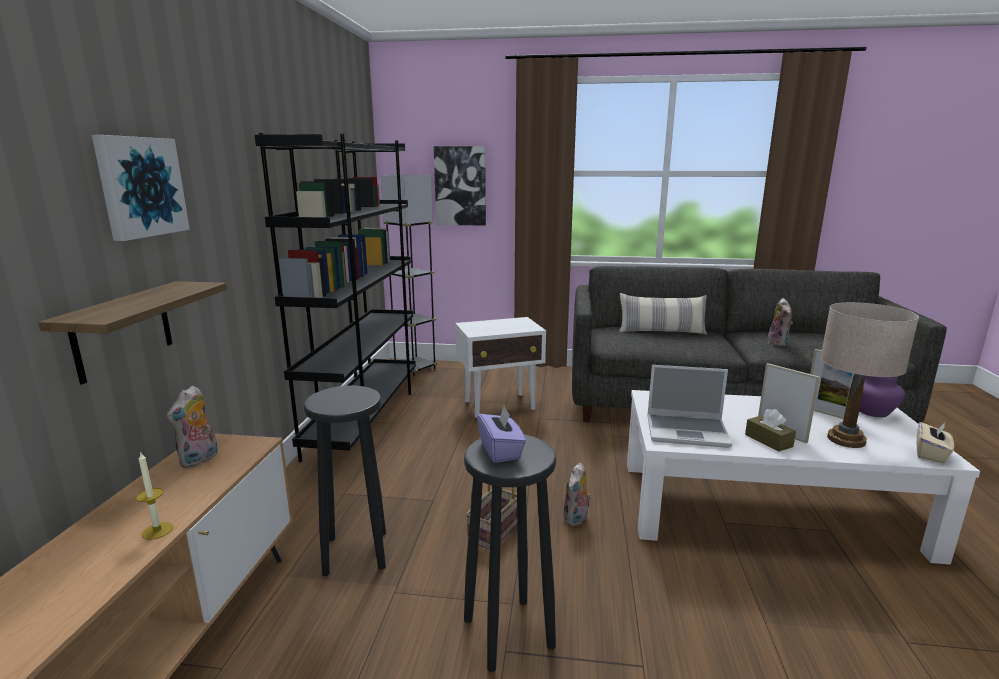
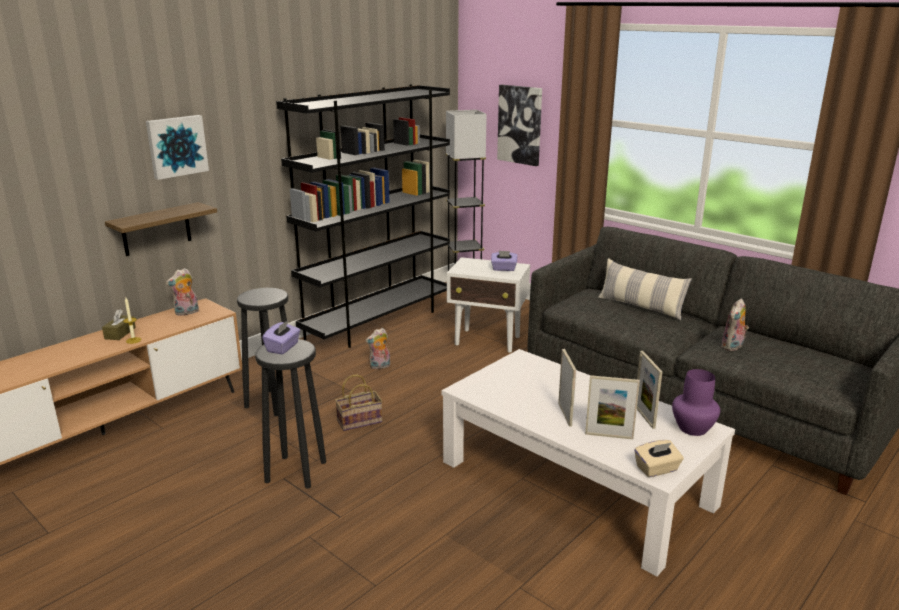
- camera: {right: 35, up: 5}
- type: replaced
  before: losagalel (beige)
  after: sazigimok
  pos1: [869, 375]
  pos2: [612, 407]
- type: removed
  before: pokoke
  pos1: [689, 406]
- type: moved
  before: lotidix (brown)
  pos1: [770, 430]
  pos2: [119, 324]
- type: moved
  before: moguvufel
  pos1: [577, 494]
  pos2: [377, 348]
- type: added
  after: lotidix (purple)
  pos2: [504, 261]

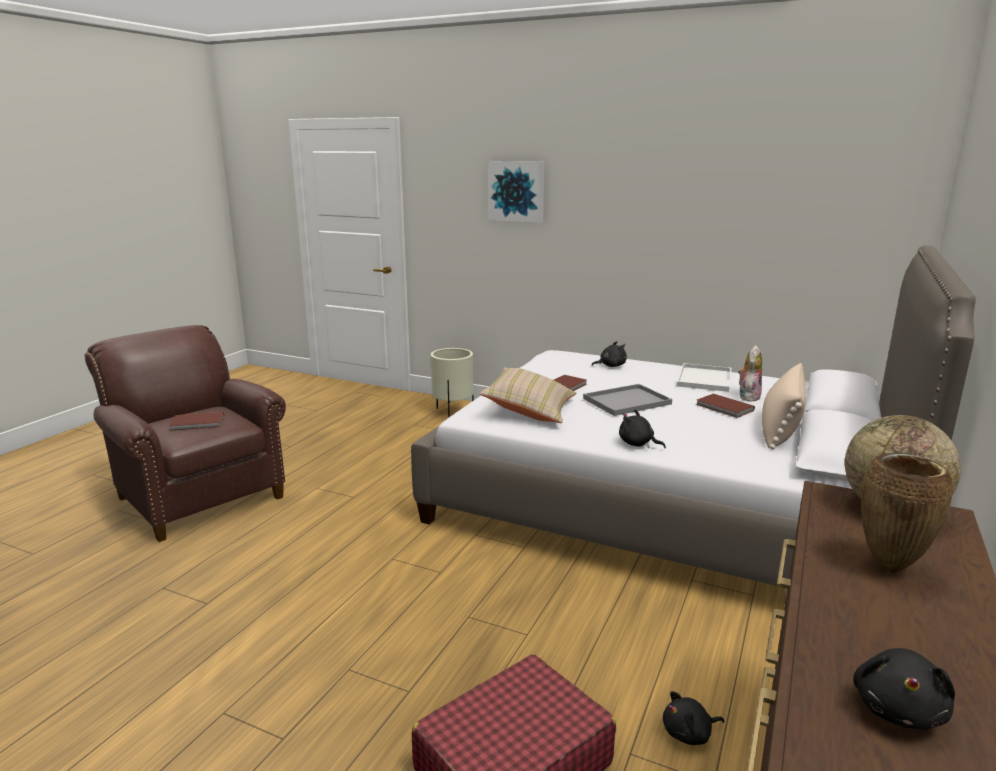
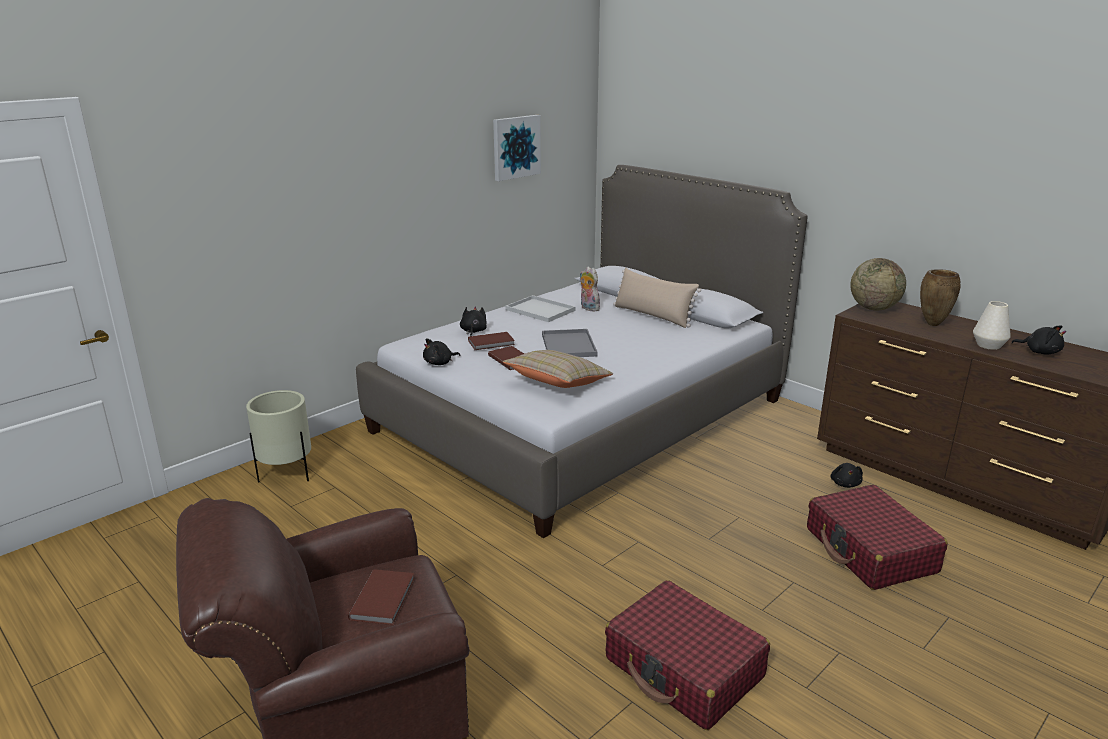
- camera: {right: -70, up: 5}
- type: moved
  before: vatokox
  pos1: [516, 192]
  pos2: [517, 148]
- type: moved
  before: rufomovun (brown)
  pos1: [725, 406]
  pos2: [491, 341]
- type: moved
  before: moguvufel (black)
  pos1: [642, 428]
  pos2: [441, 352]
- type: added
  after: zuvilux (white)
  pos2: [992, 325]
- type: added
  after: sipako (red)
  pos2: [687, 655]

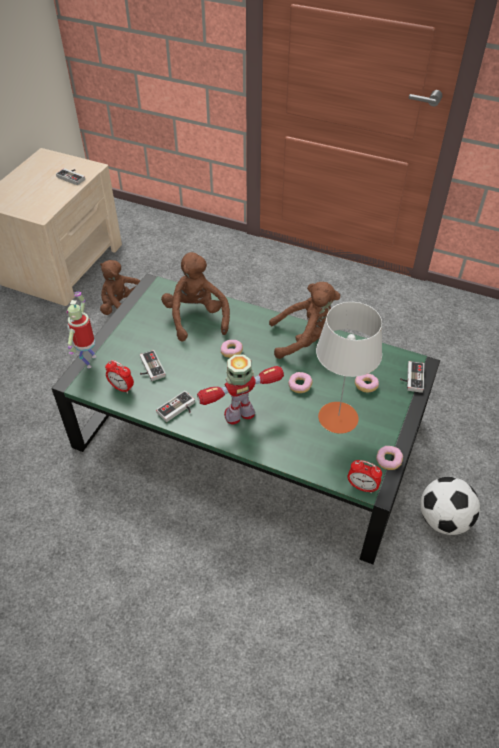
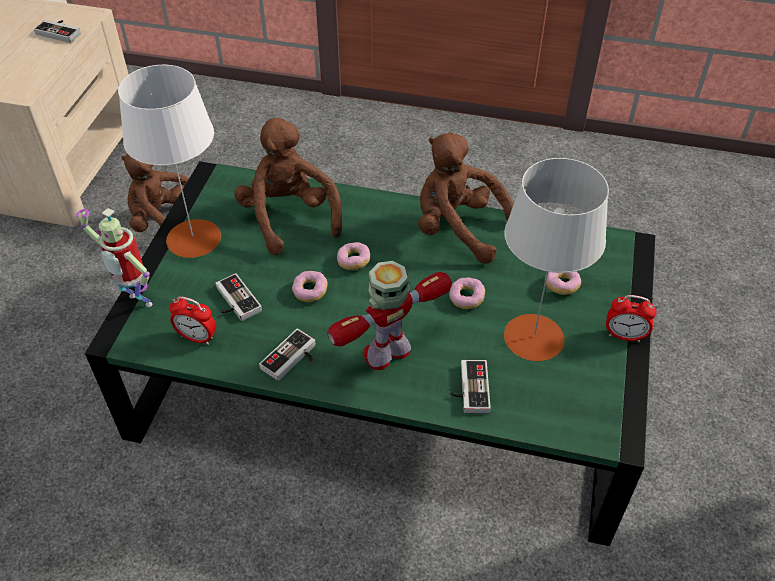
- camera: {right: -10, up: 0}
- type: turned
  before: moguvufel (brown)
  pos1: [304, 320]
  pos2: [466, 198]
  turn: -135
- type: turned
  before: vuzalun
  pos1: [81, 330]
  pos2: [114, 257]
  turn: -60
- type: moved
  before: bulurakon
  pos1: [412, 377]
  pos2: [470, 386]
- type: moved
  before: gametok
  pos1: [389, 458]
  pos2: [310, 286]
- type: moved
  before: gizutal
  pos1: [364, 476]
  pos2: [631, 318]
- type: removed
  before: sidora
  pos1: [450, 506]
- type: added
  after: losagalel (white)
  pos2: [169, 161]

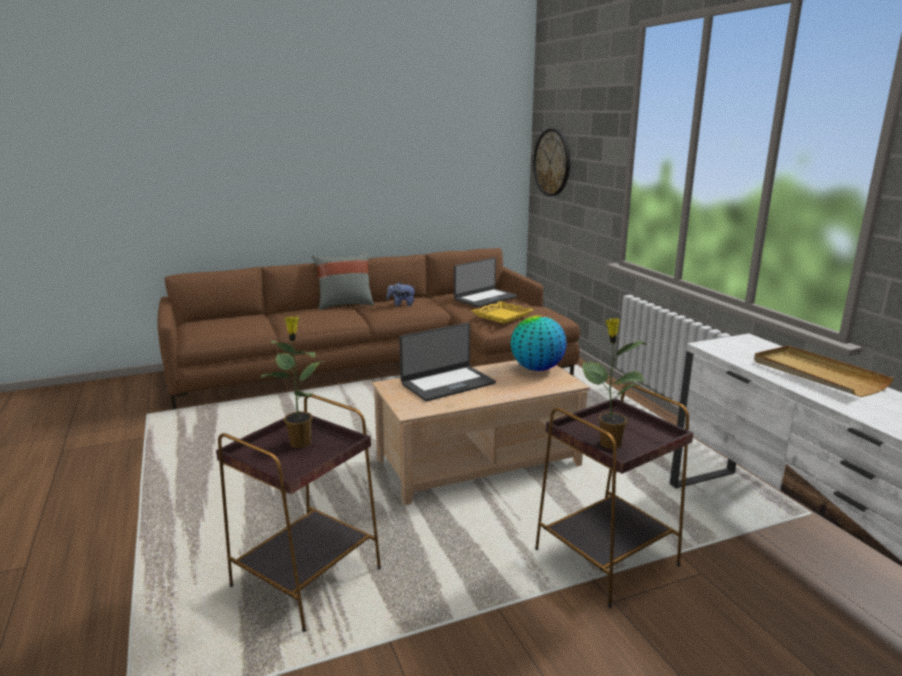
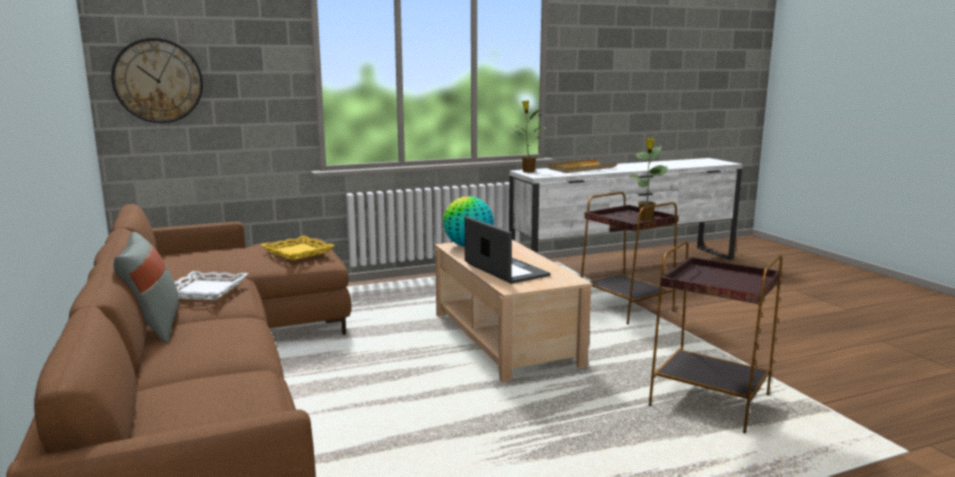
- camera: {right: -90, up: -5}
- type: removed
  before: pokoke
  pos1: [486, 282]
- type: replaced
  before: moguvufel
  after: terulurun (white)
  pos1: [401, 294]
  pos2: [211, 285]
- type: moved
  before: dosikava
  pos1: [293, 382]
  pos2: [527, 136]

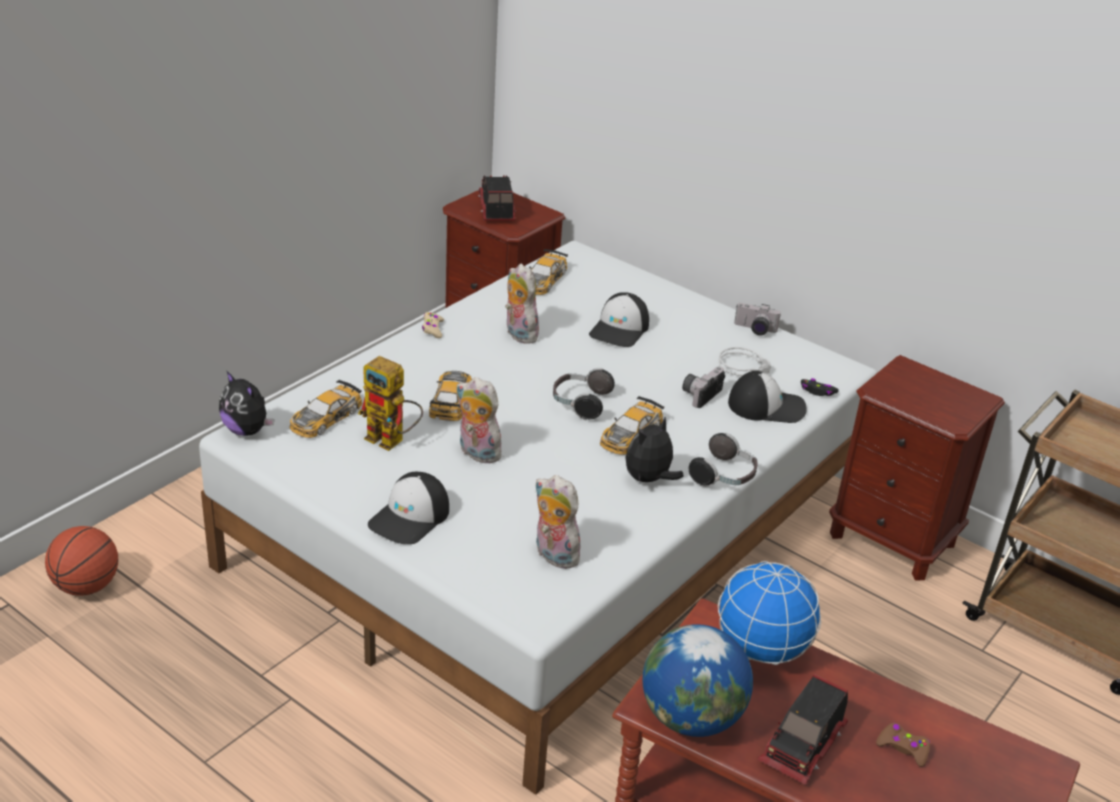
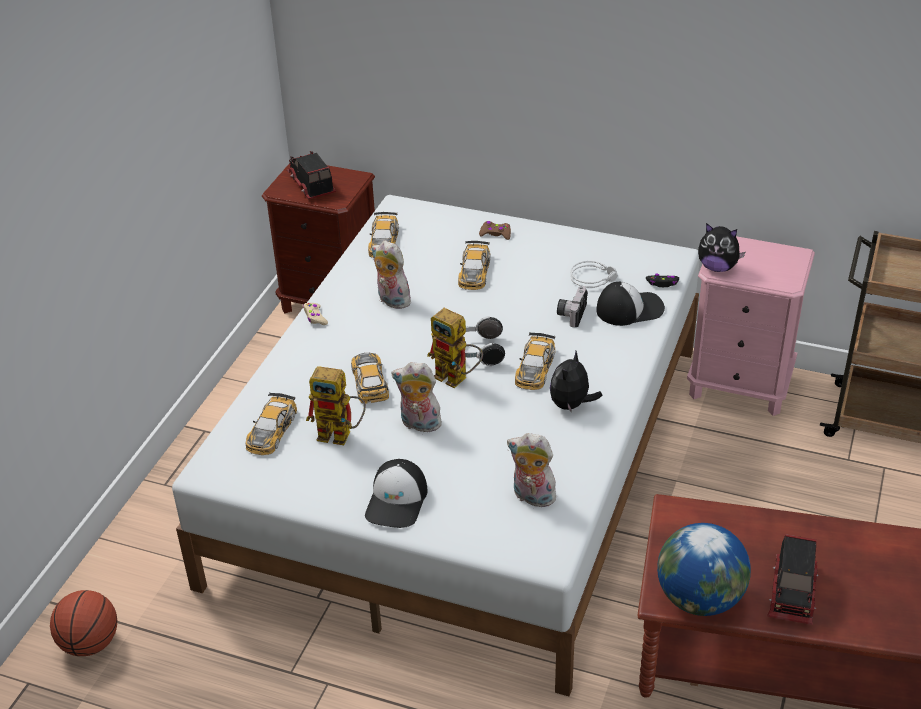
- camera: {right: -15, up: 5}
- type: replaced
  before: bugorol
  after: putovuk
  pos1: [619, 319]
  pos2: [474, 265]
- type: removed
  before: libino
  pos1: [757, 319]
- type: recoloured
  before: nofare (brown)
  after: nofare (pink)
  pos1: [917, 468]
  pos2: [751, 326]
- type: moved
  before: moguvufel
  pos1: [246, 403]
  pos2: [721, 247]
- type: removed
  before: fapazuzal
  pos1: [723, 460]
- type: removed
  before: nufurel
  pos1: [769, 613]
- type: moved
  before: bulurakon (brown)
  pos1: [903, 745]
  pos2: [495, 230]
- type: added
  after: vuzalun
  pos2: [455, 348]

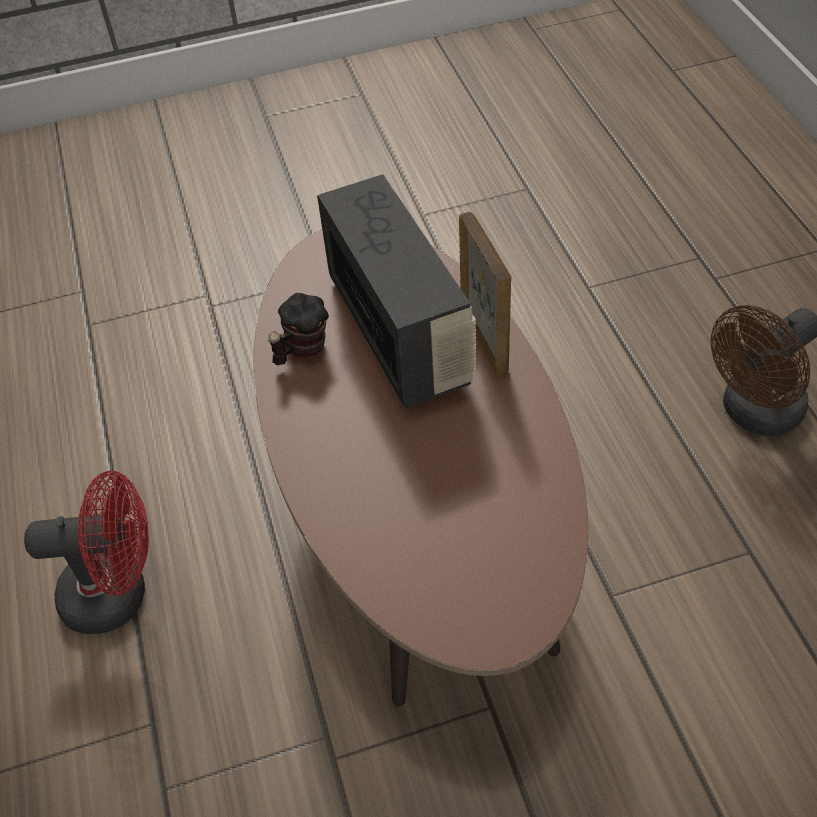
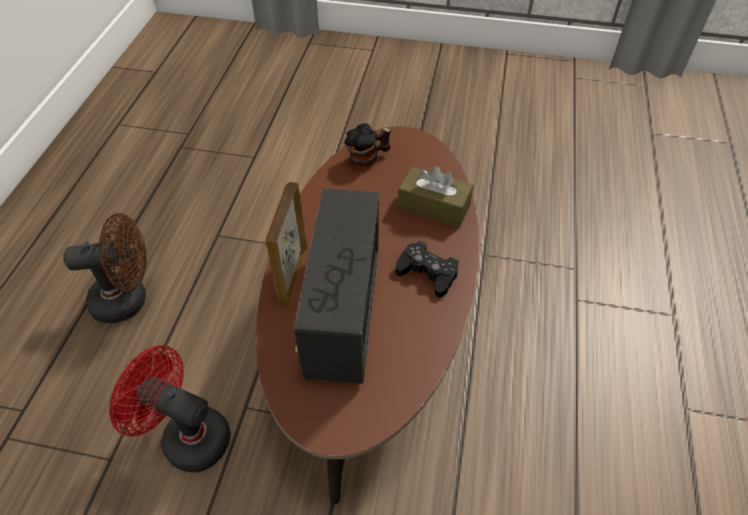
- camera: {right: -155, up: 0}
- type: moved
  before: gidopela
  pos1: [298, 329]
  pos2: [368, 145]
- type: moved
  before: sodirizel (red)
  pos1: [86, 552]
  pos2: [170, 408]
- type: added
  after: lotidix (brown)
  pos2: [436, 196]
- type: added
  after: bulurakon (black)
  pos2: [427, 269]

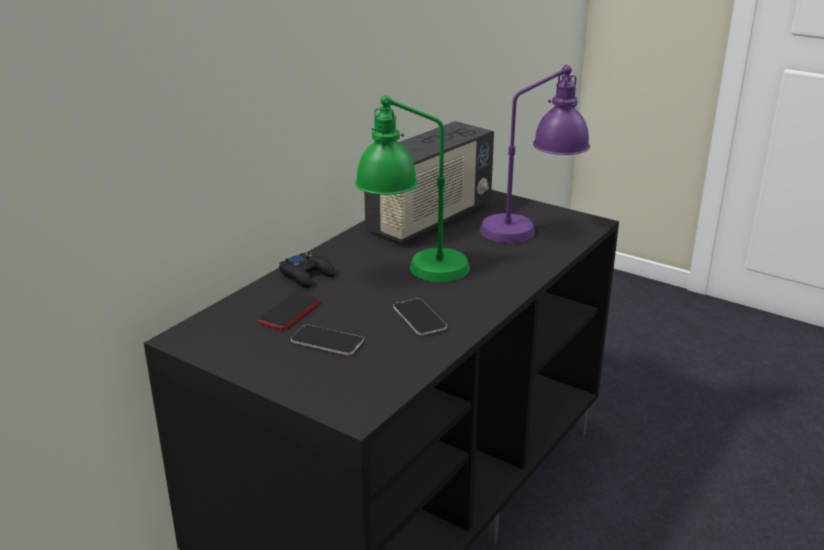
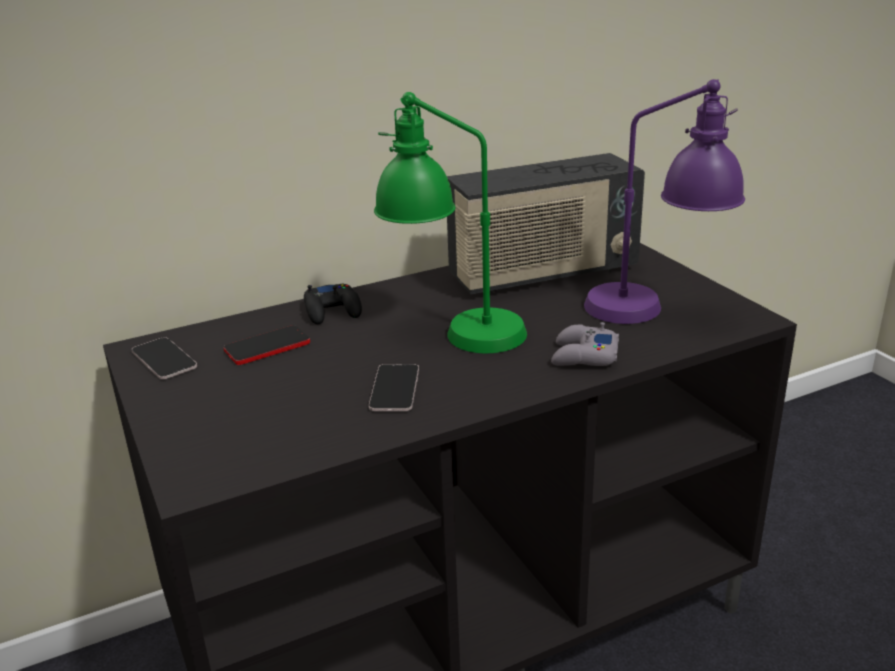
- camera: {right: 30, up: 0}
- type: moved
  before: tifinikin
  pos1: [327, 340]
  pos2: [164, 358]
- type: added
  after: bulurakon (grey)
  pos2: [585, 344]

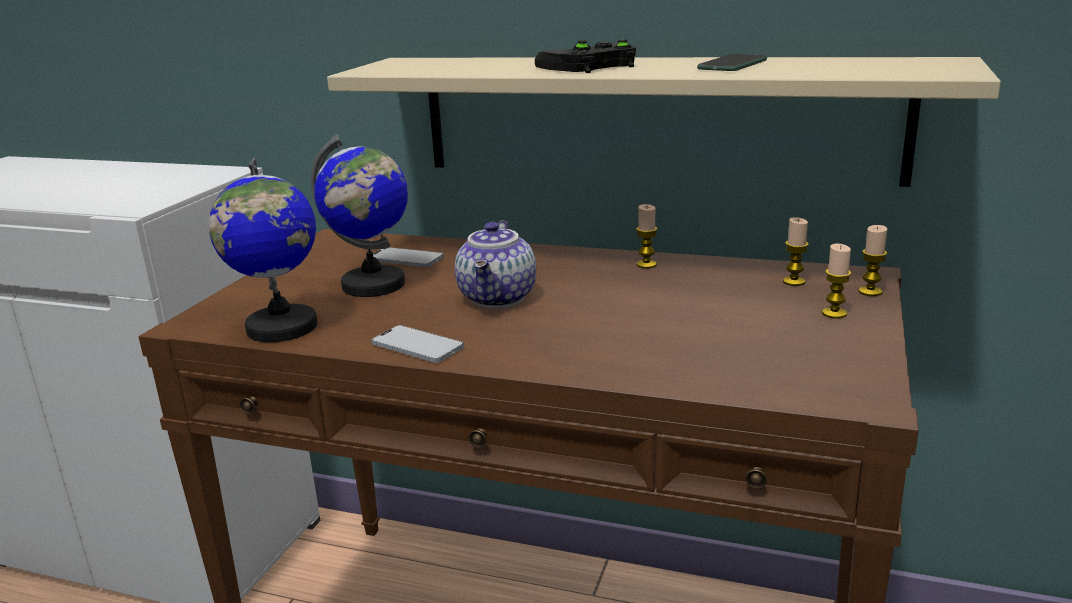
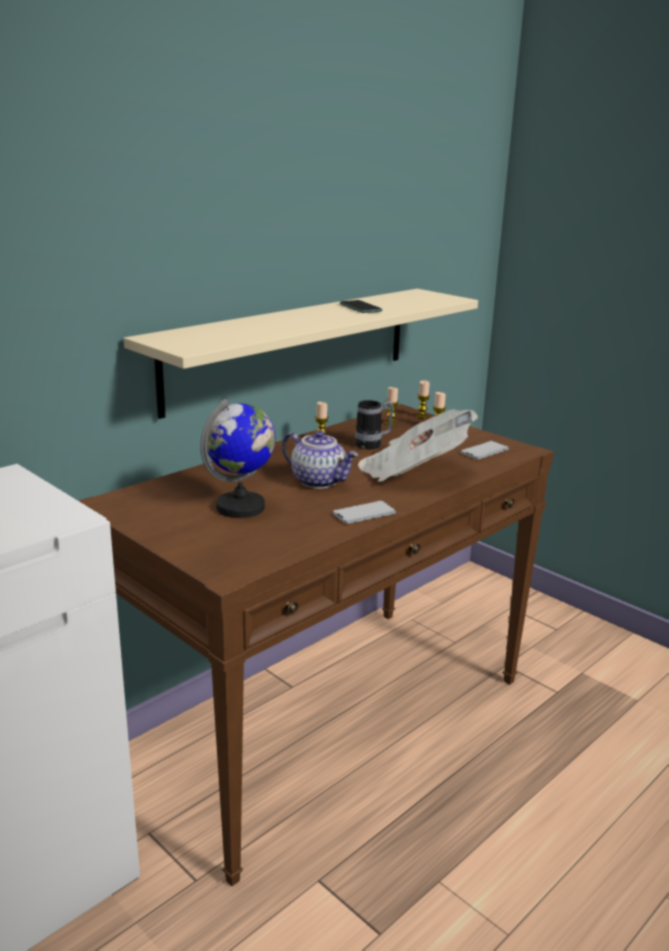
- camera: {right: -65, up: 0}
- type: removed
  before: bulurakon (black)
  pos1: [585, 56]
- type: removed
  before: nufurel
  pos1: [263, 250]
- type: moved
  before: tifinikin
  pos1: [408, 257]
  pos2: [485, 450]
- type: added
  after: gidopela
  pos2: [374, 424]
- type: added
  after: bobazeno
  pos2: [418, 445]

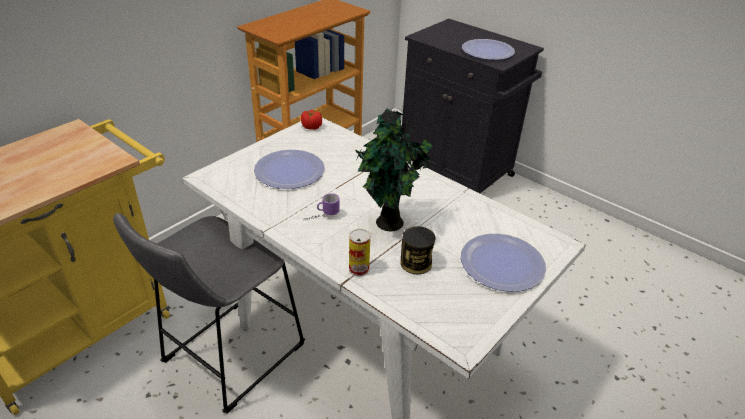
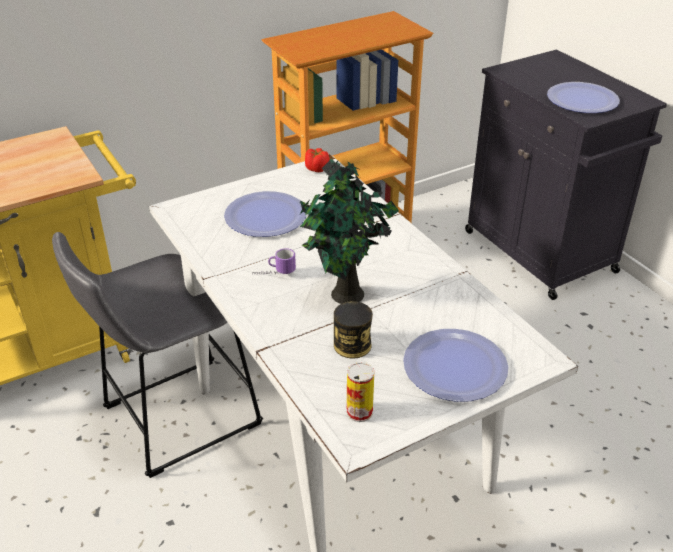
- camera: {right: 20, up: 0}
- type: moved
  before: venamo
  pos1: [360, 252]
  pos2: [360, 392]

